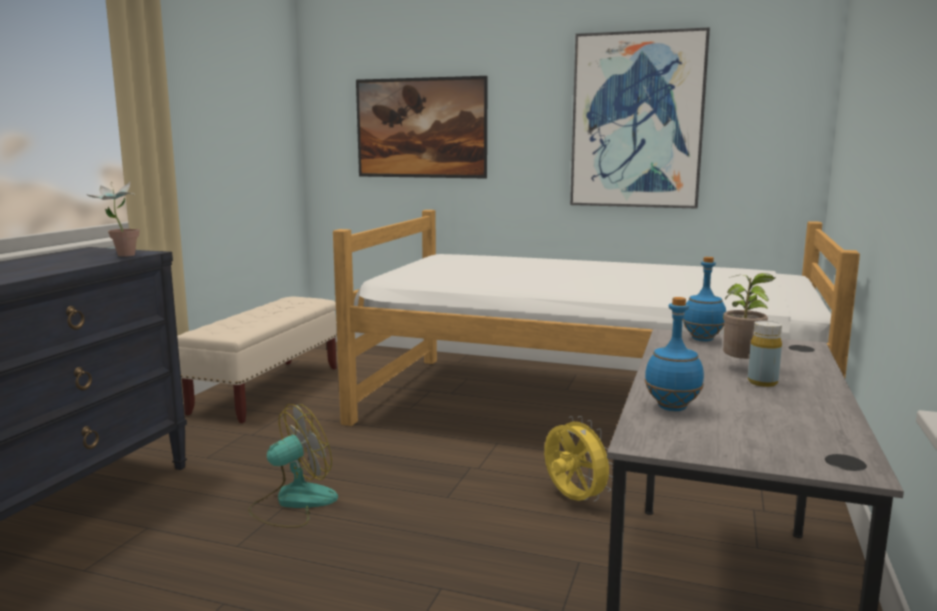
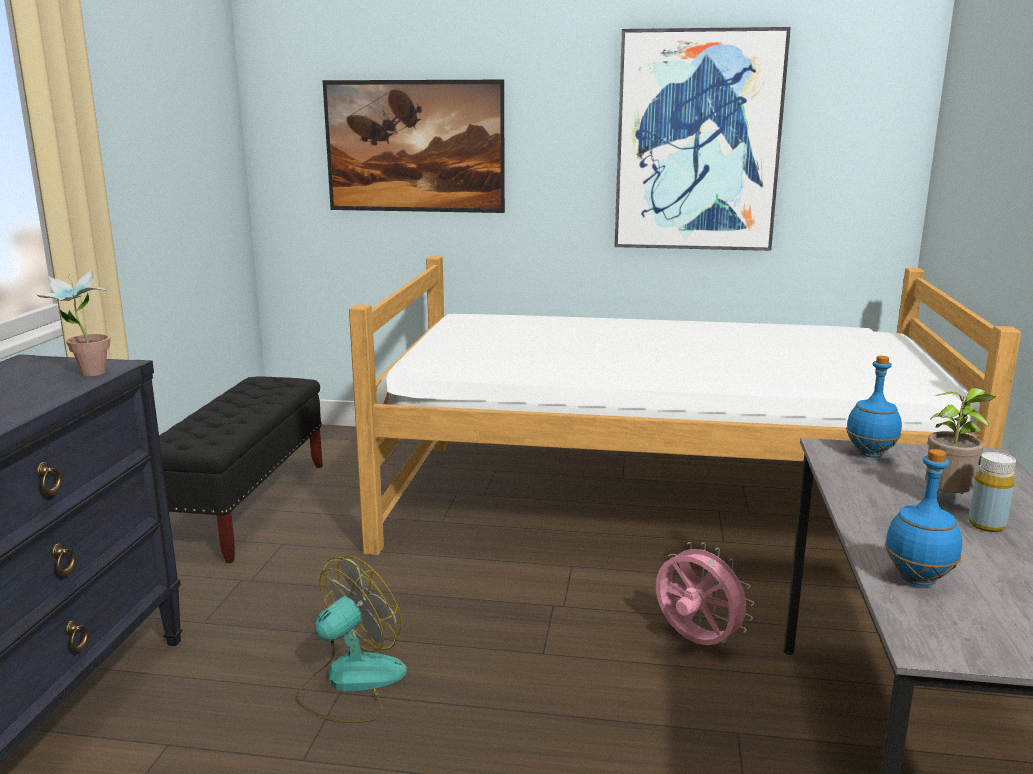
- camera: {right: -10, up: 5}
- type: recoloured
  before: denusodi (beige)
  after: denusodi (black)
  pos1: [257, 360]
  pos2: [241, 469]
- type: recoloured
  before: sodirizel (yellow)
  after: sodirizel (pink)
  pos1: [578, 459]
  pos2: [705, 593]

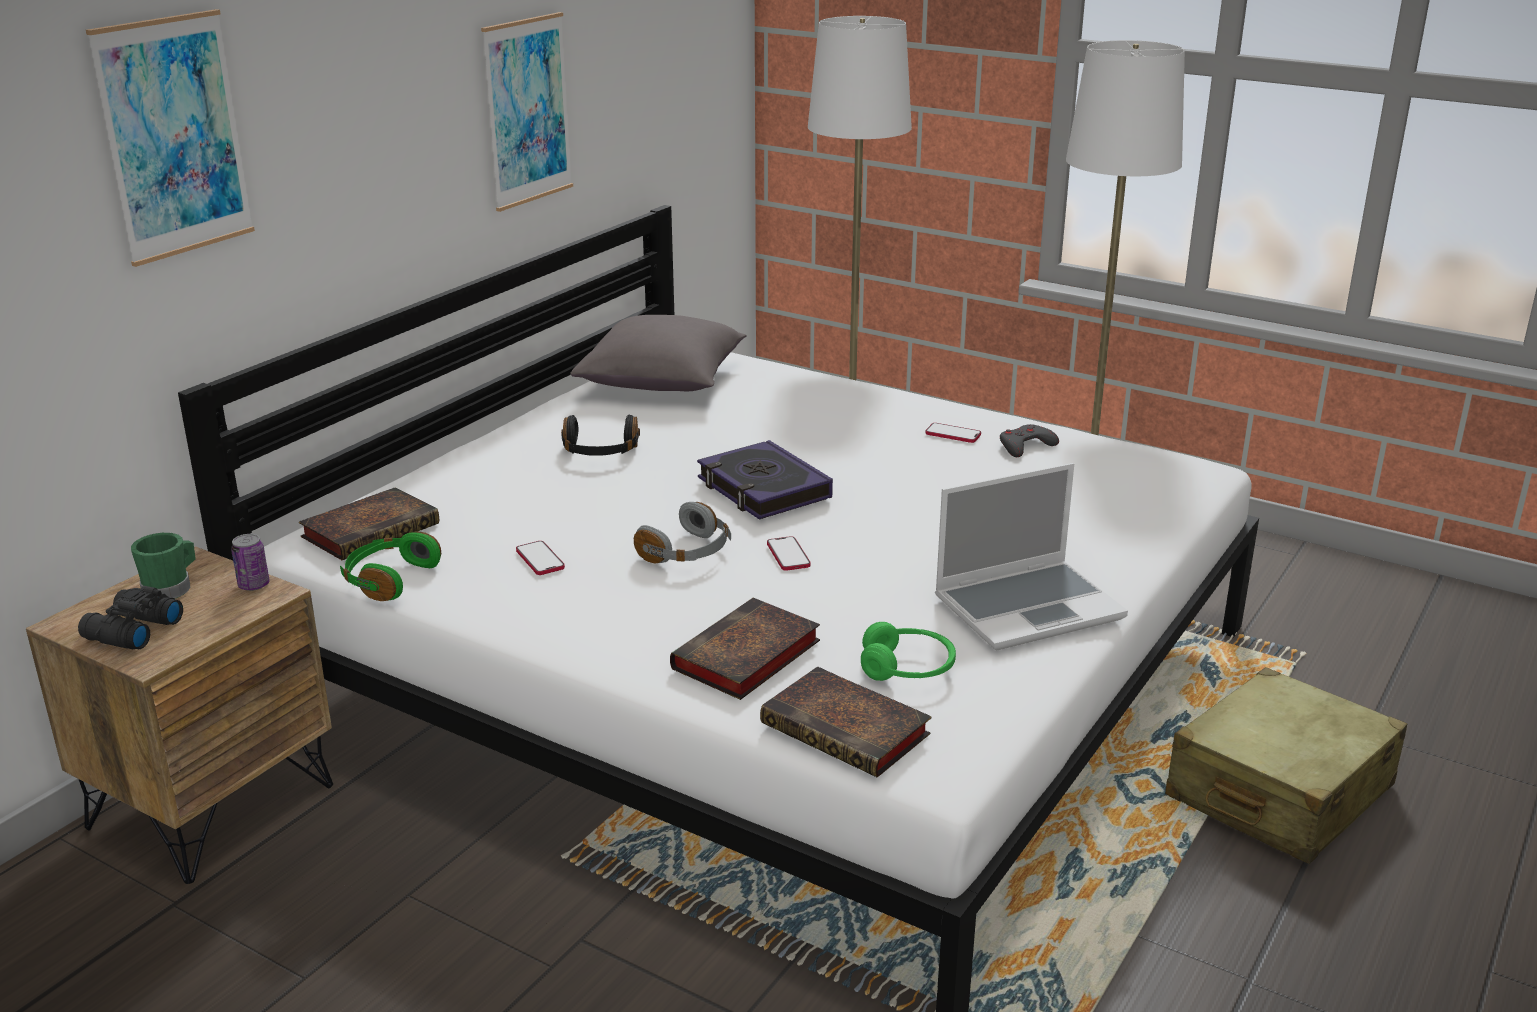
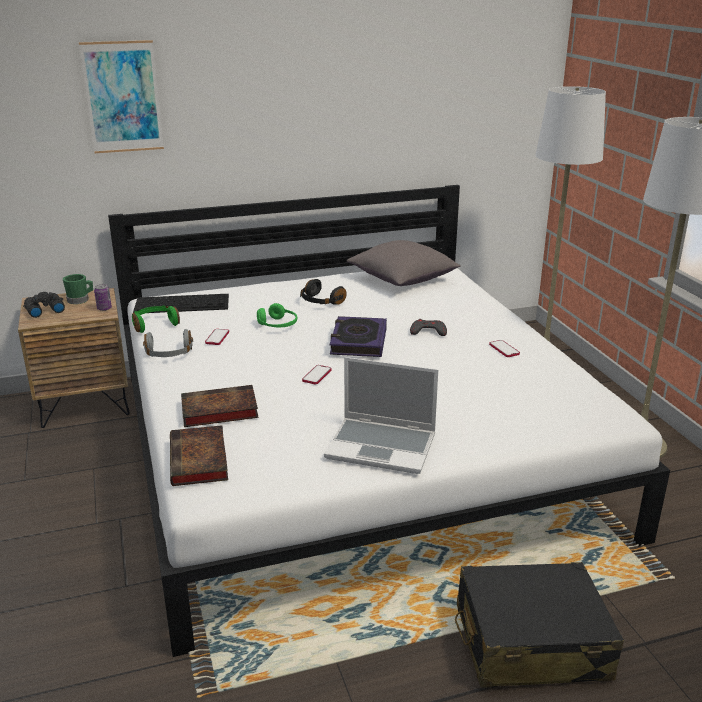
- camera: {right: 40, up: 0}
- type: removed
  before: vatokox
  pos1: [527, 112]
- type: moved
  before: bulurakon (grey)
  pos1: [1029, 440]
  pos2: [428, 327]
- type: replaced
  before: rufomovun
  after: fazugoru
  pos1: [369, 523]
  pos2: [181, 303]
- type: moved
  before: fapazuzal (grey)
  pos1: [682, 533]
  pos2: [168, 343]
- type: moved
  before: fapazuzal (green)
  pos1: [908, 651]
  pos2: [277, 315]
- type: recoloured
  before: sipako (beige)
  after: sipako (black)
  pos1: [1286, 765]
  pos2: [539, 625]

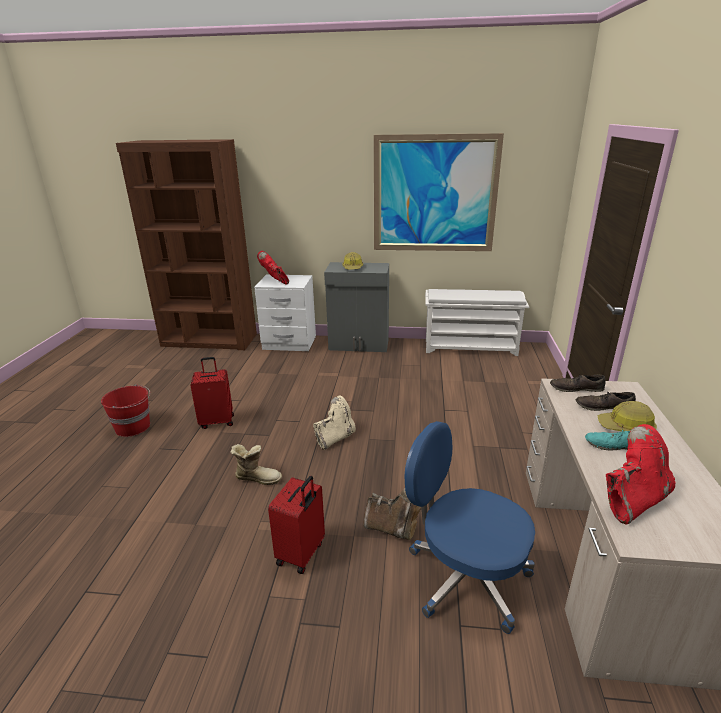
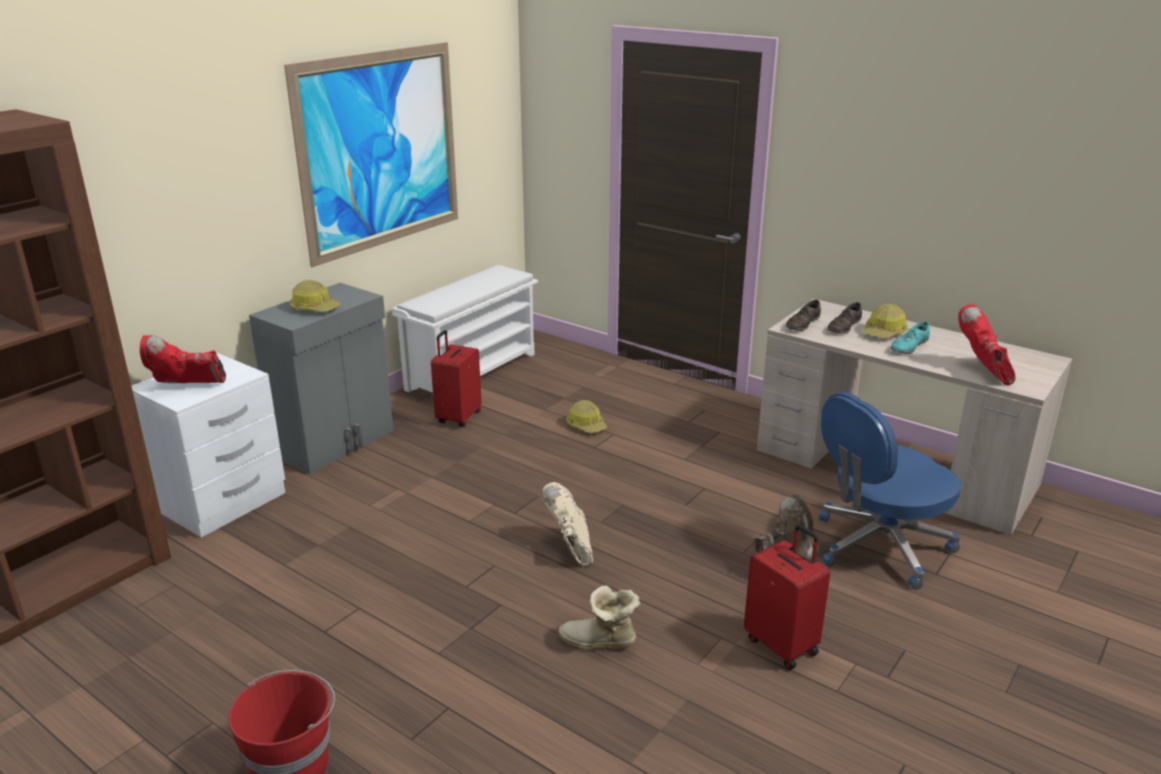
- camera: {right: -60, up: 0}
- type: moved
  before: sipako (red)
  pos1: [212, 393]
  pos2: [456, 378]
- type: turned
  before: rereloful
  pos1: [256, 464]
  pos2: [599, 617]
  turn: -120
- type: added
  after: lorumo
  pos2: [586, 416]

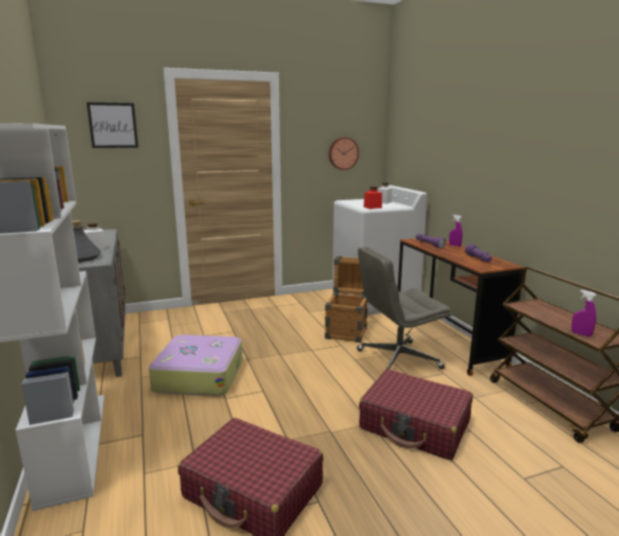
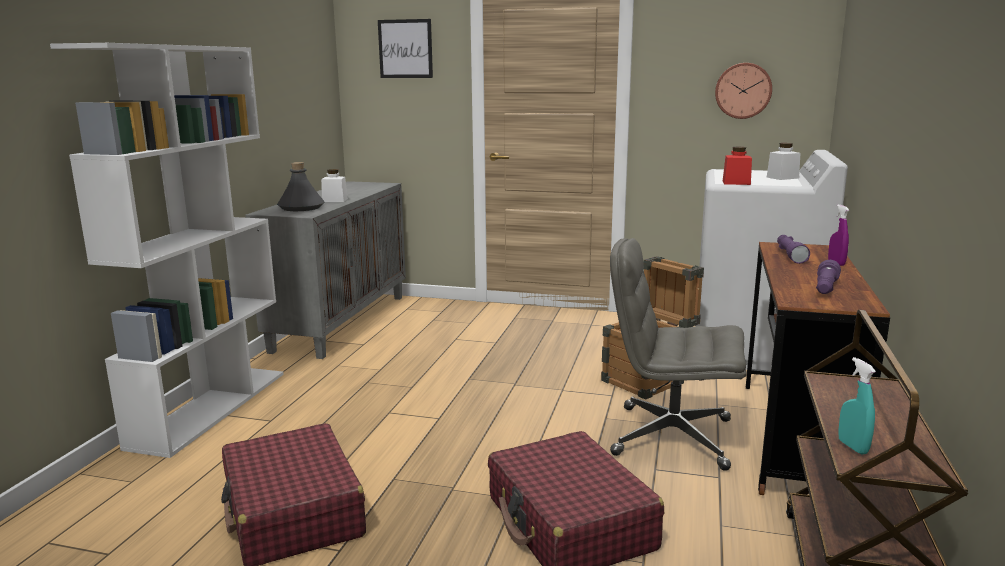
- camera: {right: 35, up: 0}
- type: recoloured
  before: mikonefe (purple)
  after: mikonefe (turquoise)
  pos1: [584, 313]
  pos2: [857, 406]
- type: removed
  before: sipako
  pos1: [195, 365]

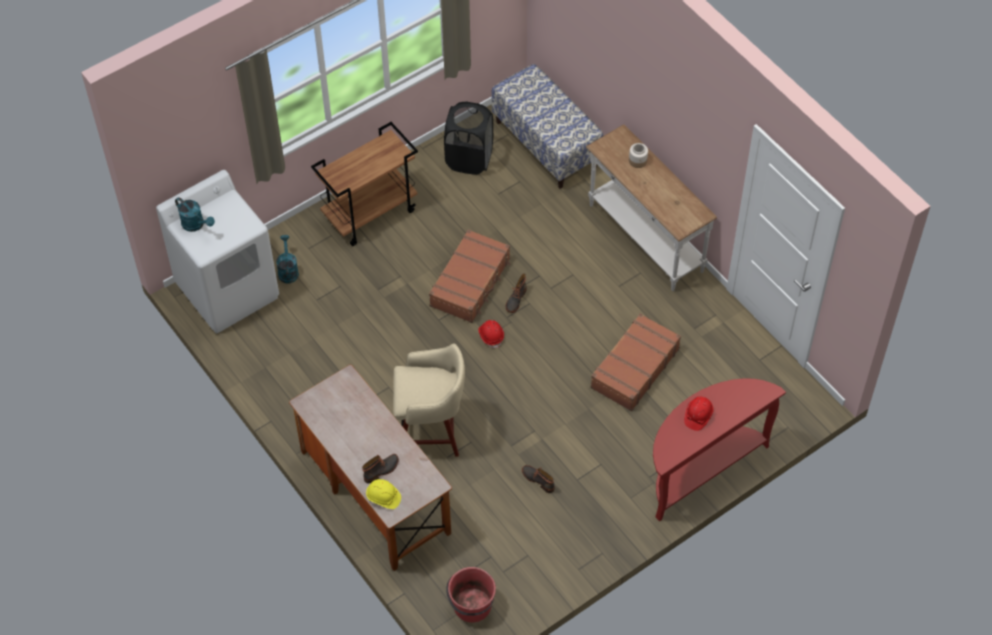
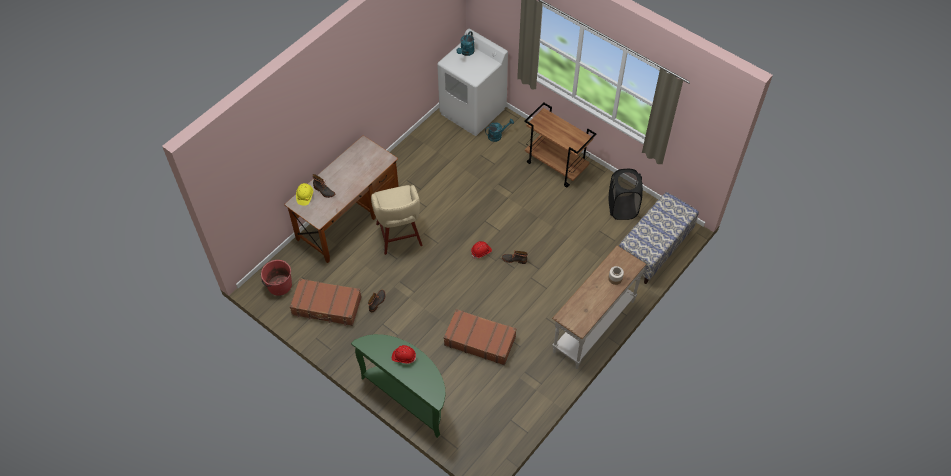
- camera: {right: 75, up: 0}
- type: moved
  before: sipako (brown)
  pos1: [469, 276]
  pos2: [325, 302]
- type: recoloured
  before: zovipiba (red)
  after: zovipiba (green)
  pos1: [719, 449]
  pos2: [398, 386]

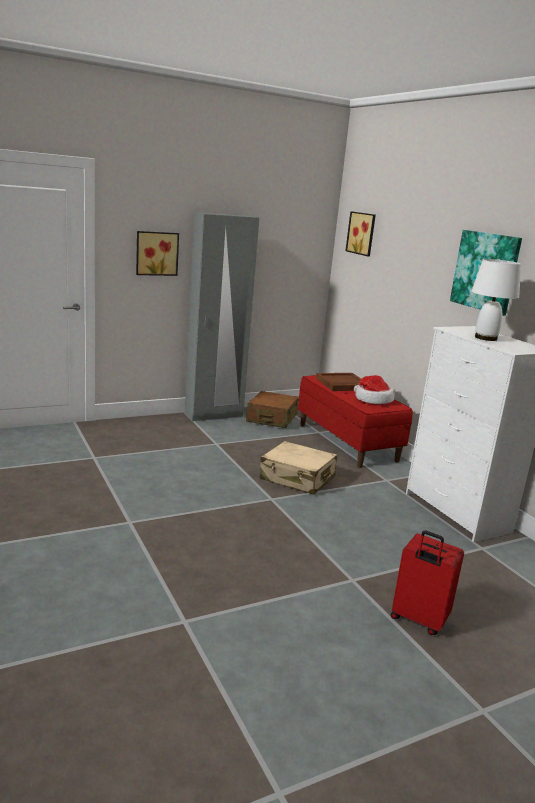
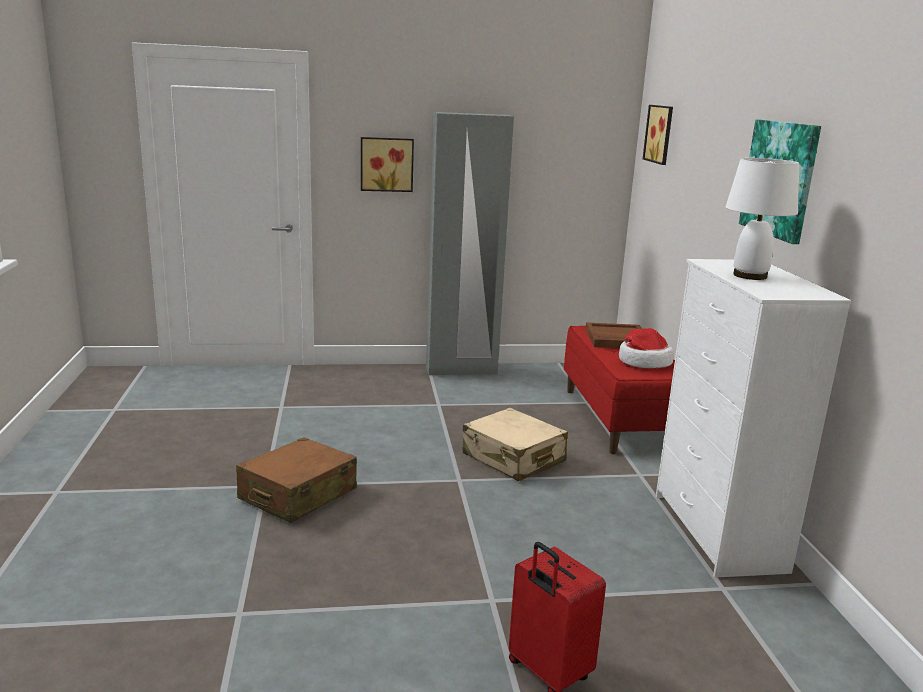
- camera: {right: 20, up: 0}
- type: moved
  before: sipako (brown)
  pos1: [272, 409]
  pos2: [296, 480]

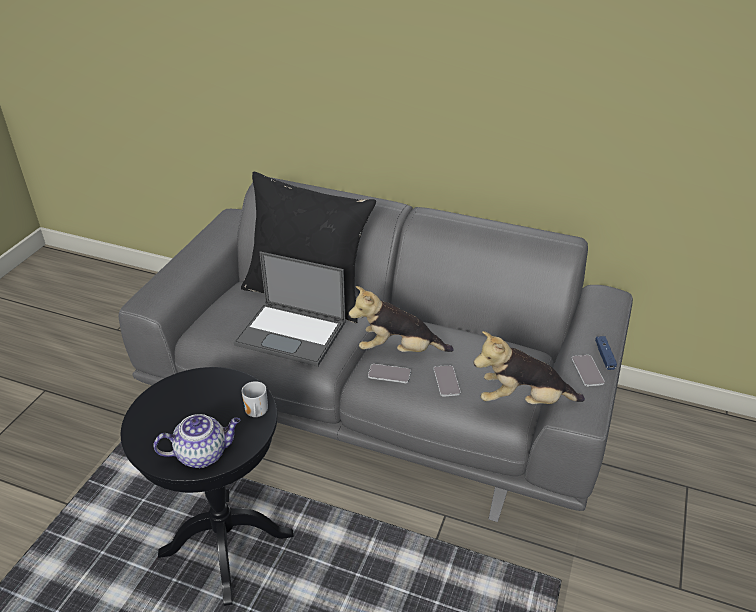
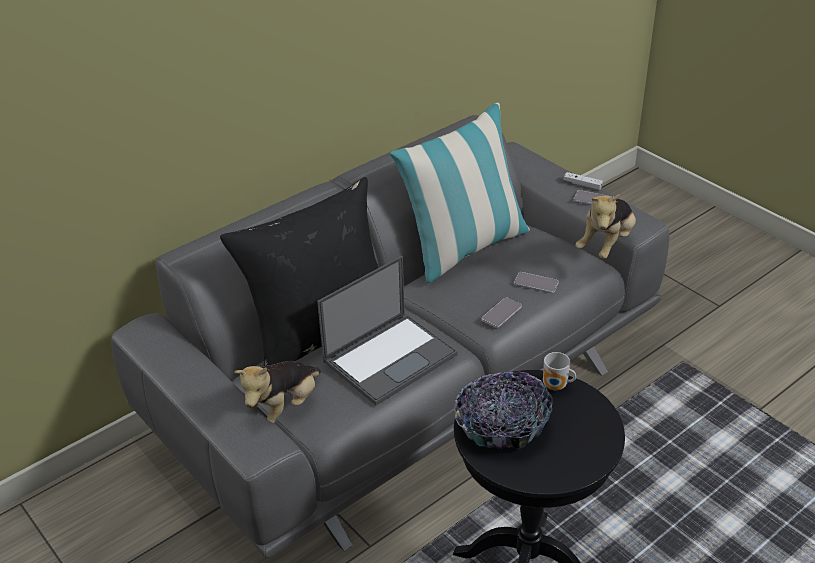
- camera: {right: -60, up: 0}
- type: moved
  before: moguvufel
  pos1: [401, 319]
  pos2: [277, 392]
- type: recoloured
  before: bulurakon (blue)
  after: bulurakon (white)
  pos1: [606, 353]
  pos2: [583, 181]
- type: removed
  before: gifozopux
  pos1: [197, 441]
- type: added
  after: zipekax
  pos2: [459, 193]
- type: added
  after: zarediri
  pos2: [503, 410]

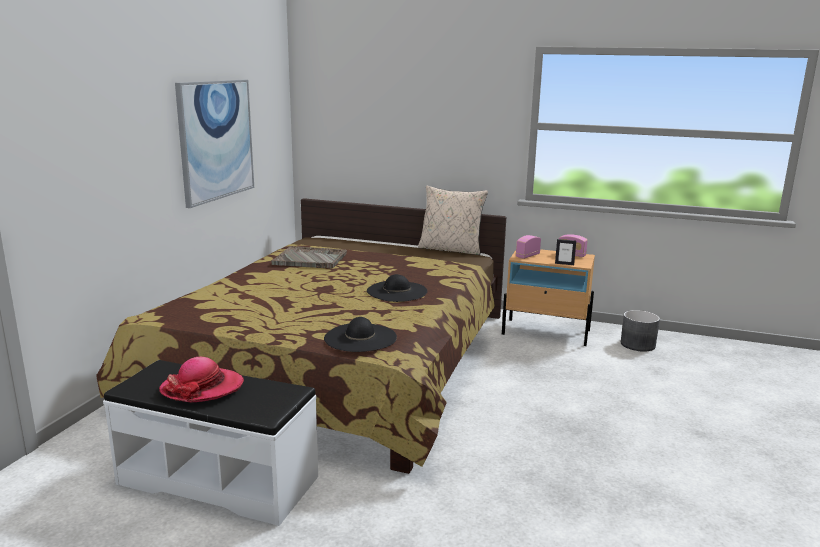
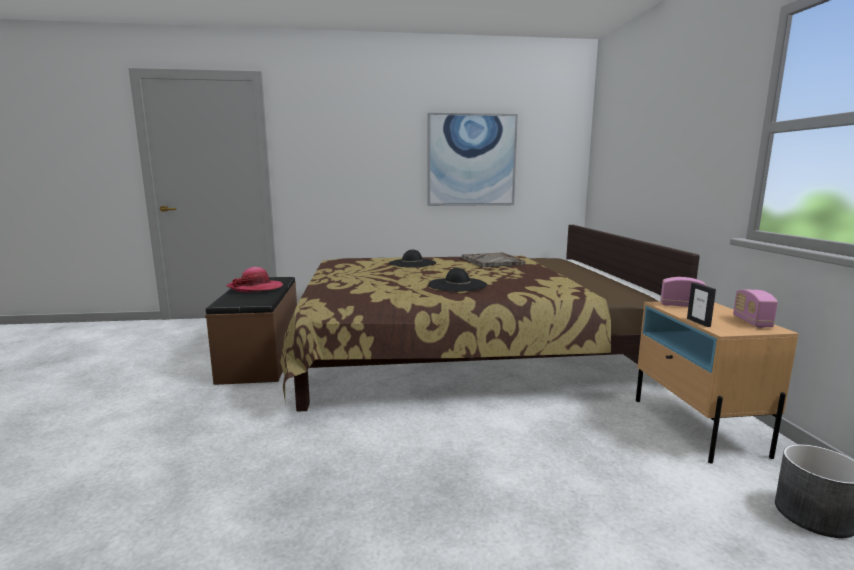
- camera: {right: 65, up: -5}
- type: removed
  before: zipekax (beige)
  pos1: [453, 220]
- type: moved
  before: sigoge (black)
  pos1: [360, 334]
  pos2: [412, 259]
- type: recoloured
  before: denusodi (white)
  after: denusodi (brown)
  pos1: [210, 443]
  pos2: [251, 331]

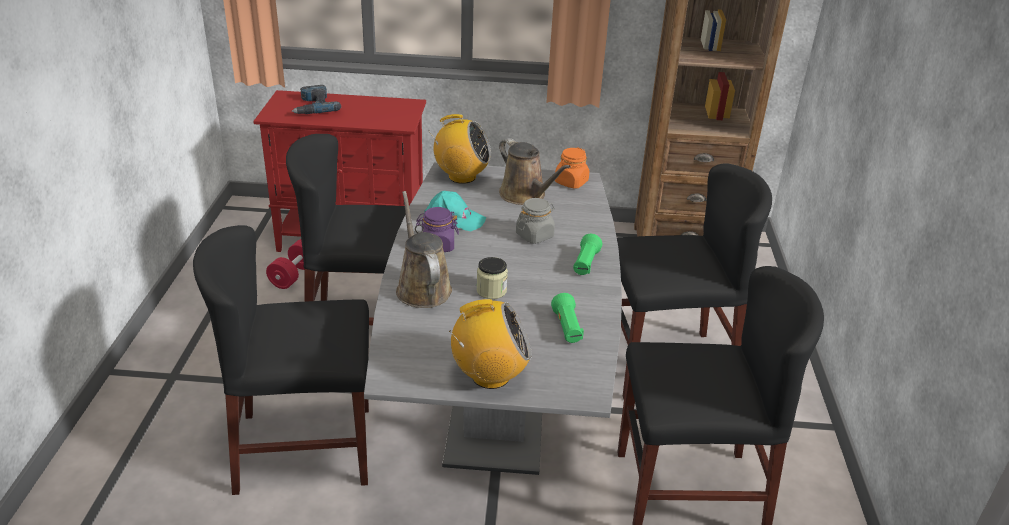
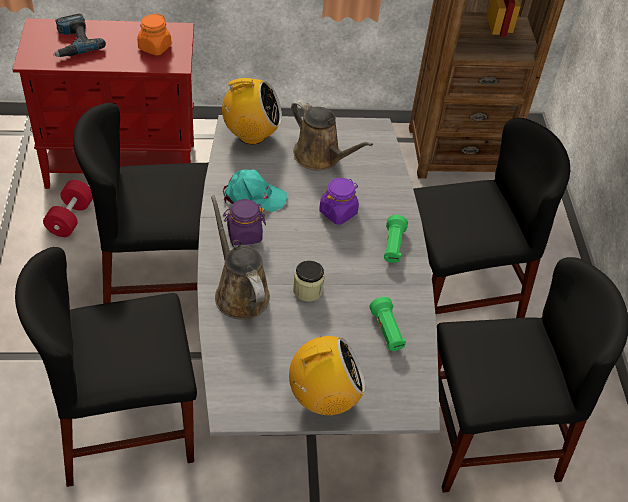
- camera: {right: -10, up: 15}
- type: moved
  before: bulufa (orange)
  pos1: [572, 168]
  pos2: [154, 34]
- type: recoloured
  before: bulufa (grey)
  after: bulufa (purple)
  pos1: [535, 221]
  pos2: [339, 201]

